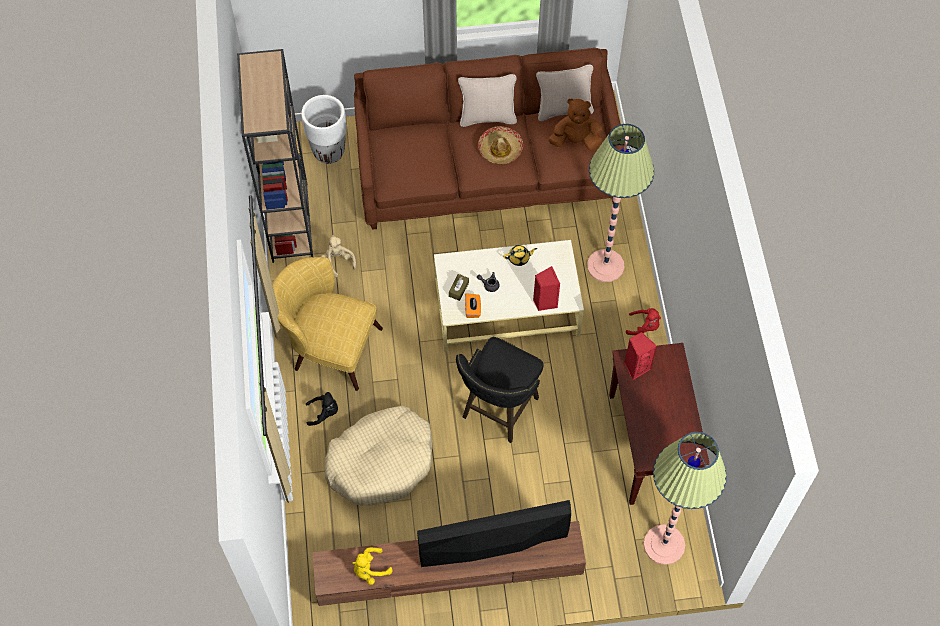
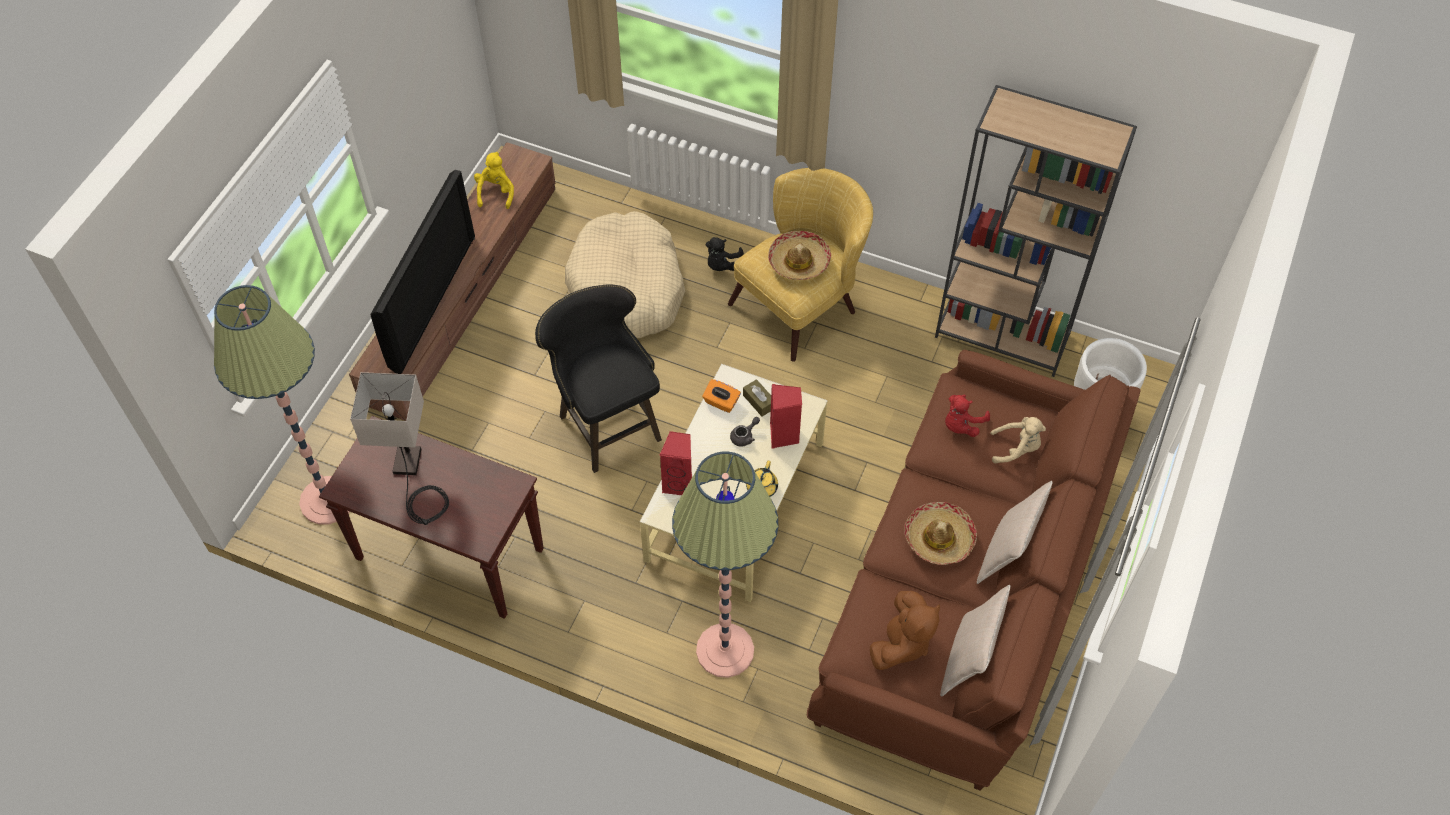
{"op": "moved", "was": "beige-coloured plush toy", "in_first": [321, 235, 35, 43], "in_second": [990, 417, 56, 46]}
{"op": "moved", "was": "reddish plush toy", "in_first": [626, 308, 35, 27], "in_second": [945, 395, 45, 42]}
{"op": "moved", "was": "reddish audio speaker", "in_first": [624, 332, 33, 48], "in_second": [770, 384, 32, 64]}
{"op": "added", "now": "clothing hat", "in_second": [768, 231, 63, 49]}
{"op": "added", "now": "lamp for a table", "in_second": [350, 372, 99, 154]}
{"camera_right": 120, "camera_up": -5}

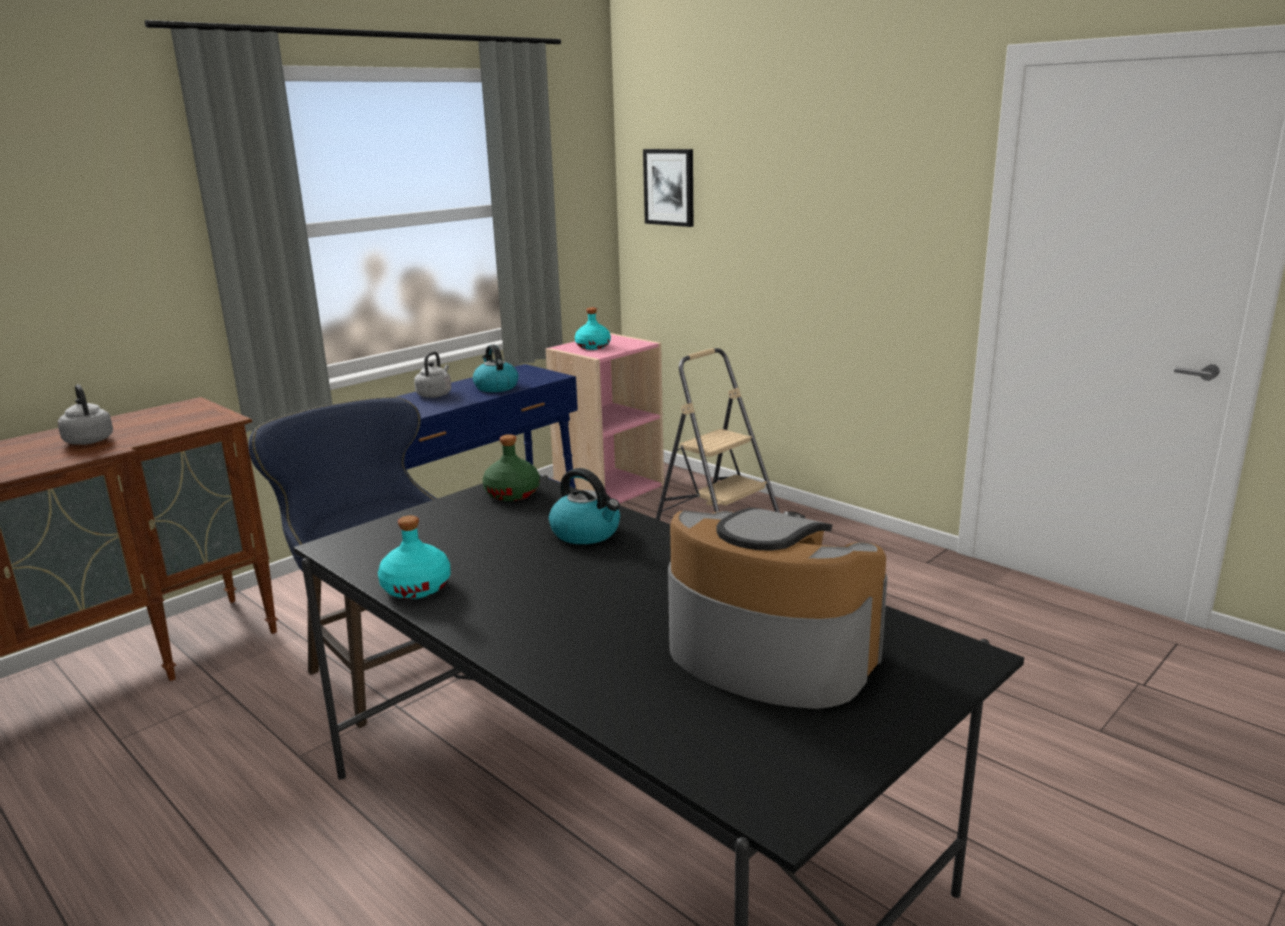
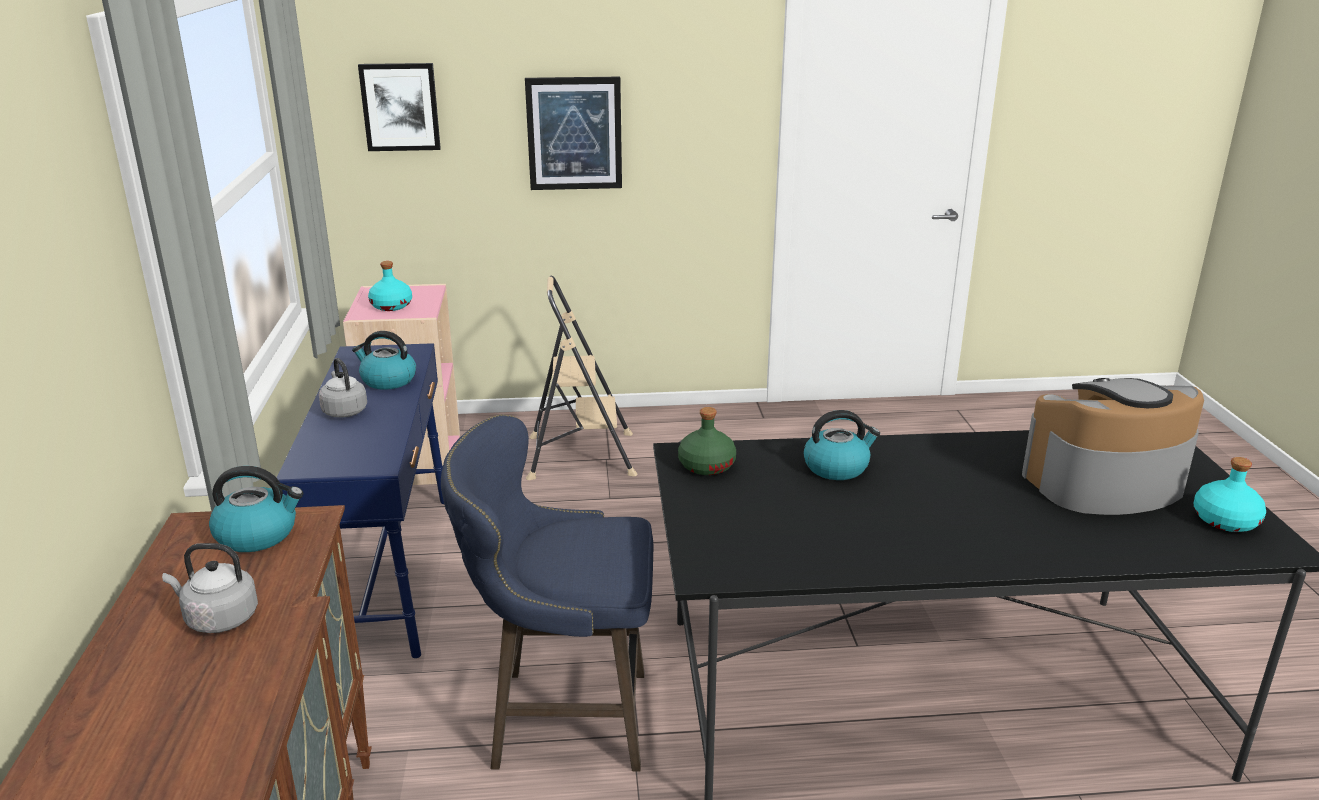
{"op": "moved", "was": "blue-green beverage bottle", "in_first": [378, 515, 73, 84], "in_second": [1193, 457, 73, 75]}
{"op": "added", "now": "wall picture", "in_second": [525, 77, 97, 113]}
{"op": "added", "now": "kettle", "in_second": [209, 466, 94, 86]}
{"camera_right": -50, "camera_up": 5}

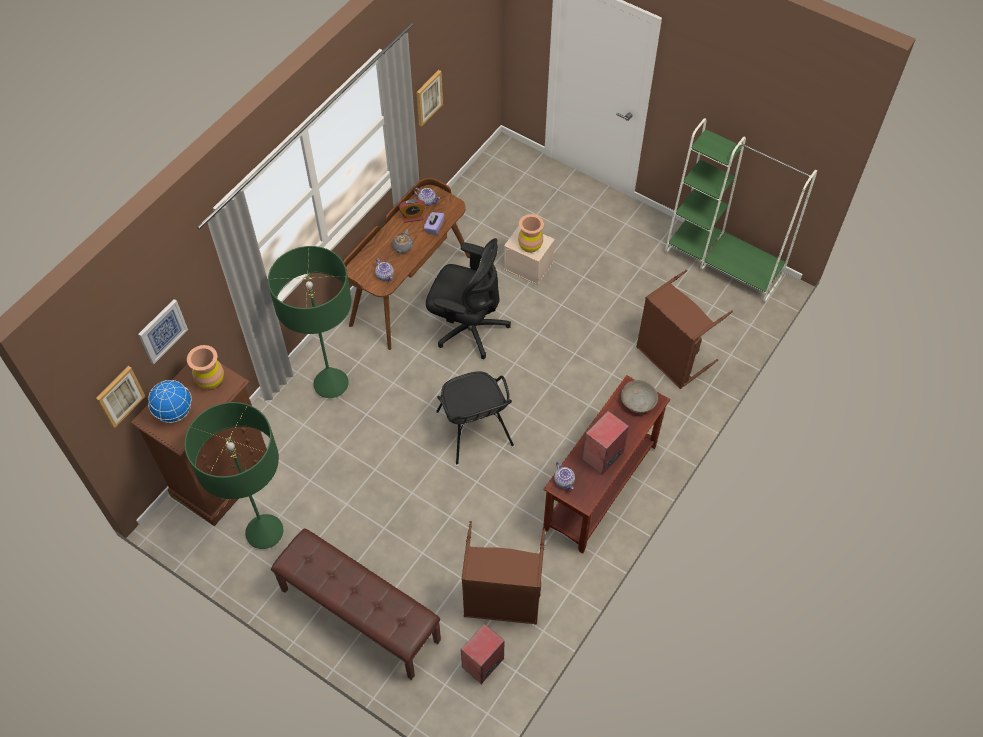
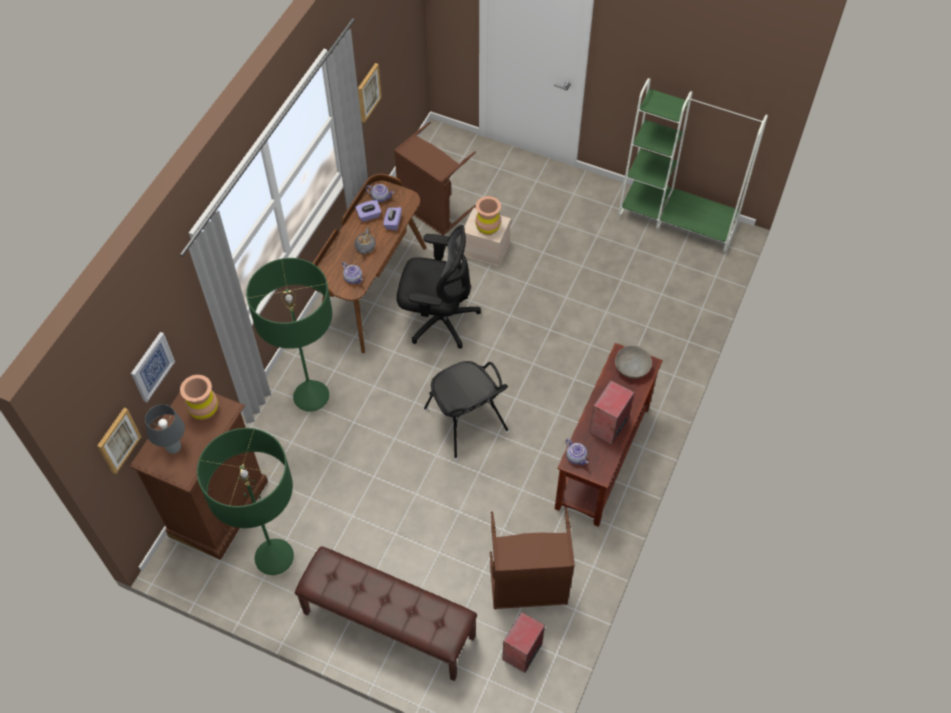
{"op": "replaced", "was": "table clock", "now": "purplish tissue box", "in_first": [399, 199, 26, 24], "in_second": [355, 200, 26, 22]}
{"op": "moved", "was": "brown washing basket", "in_first": [636, 270, 97, 119], "in_second": [394, 122, 82, 114]}
{"op": "replaced", "was": "world globe", "now": "grey lamp for a table", "in_first": [148, 380, 43, 43], "in_second": [145, 404, 40, 50]}
{"camera_right": -10, "camera_up": 0}

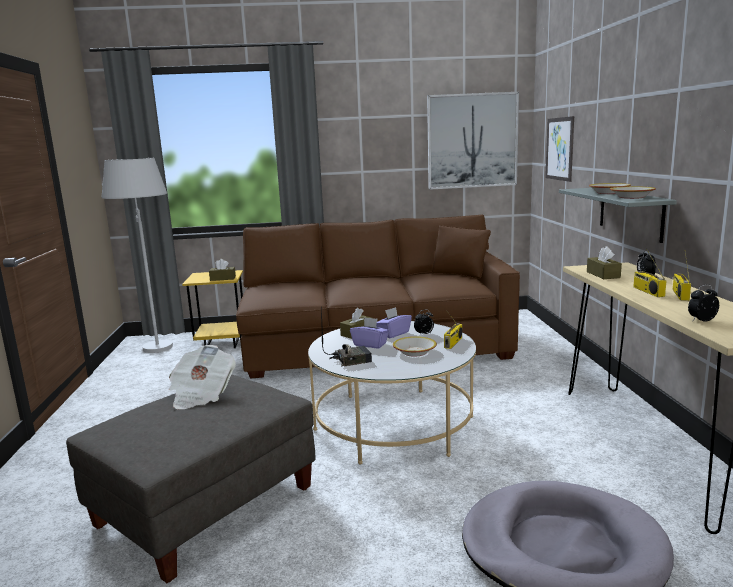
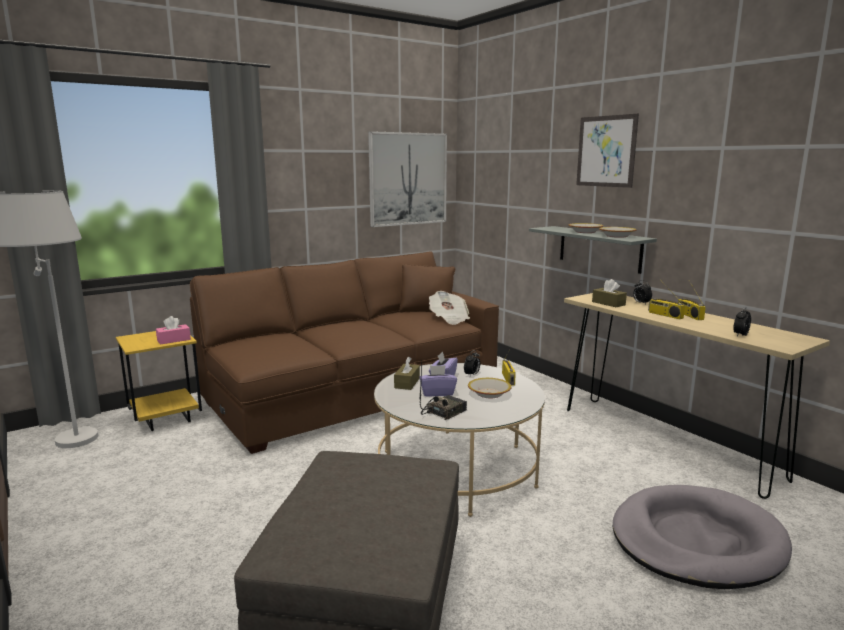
{"op": "moved", "was": "wall picture", "in_first": [545, 116, 29, 66], "in_second": [576, 114, 63, 74]}
{"op": "recoloured", "was": "brown tissue box", "now": "pinkish tissue box", "in_first": [209, 259, 27, 22], "in_second": [156, 316, 35, 29]}
{"op": "moved", "was": "newspaper", "in_first": [169, 345, 67, 64], "in_second": [429, 291, 41, 34]}
{"camera_right": -30, "camera_up": 0}

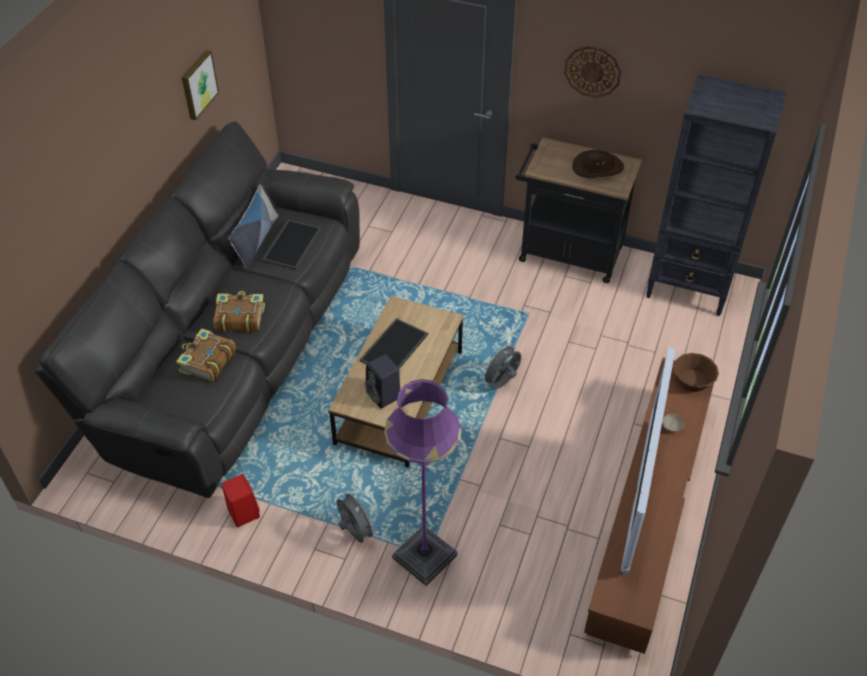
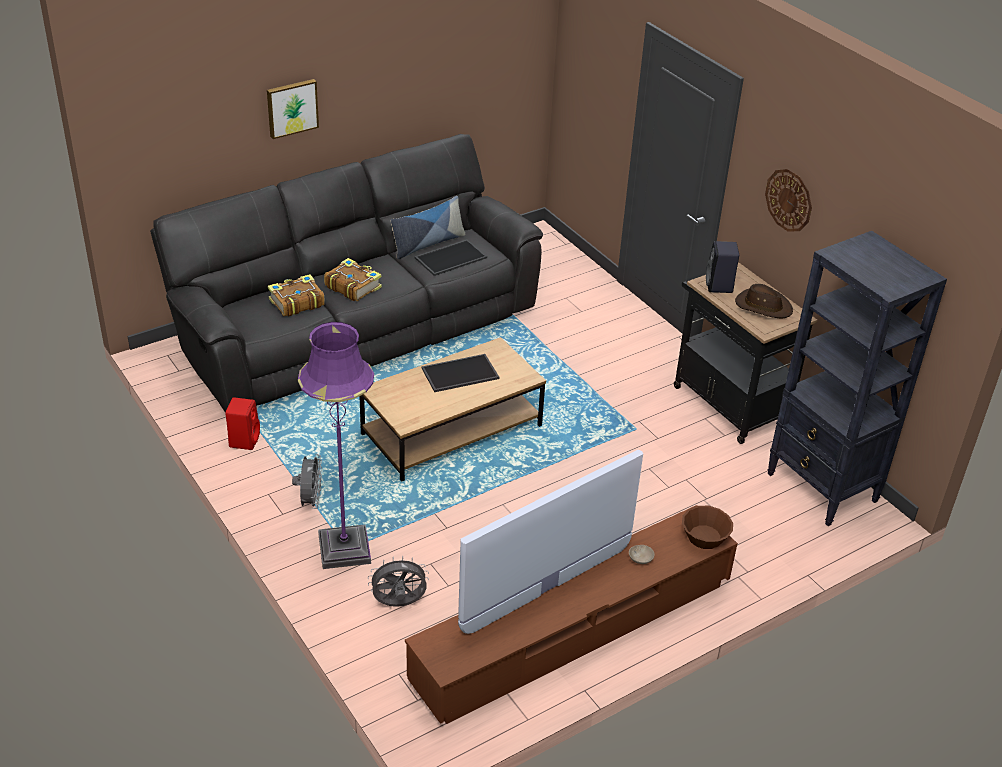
{"op": "moved", "was": "wall picture", "in_first": [182, 50, 37, 70], "in_second": [267, 79, 52, 60]}
{"op": "moved", "was": "grey fan", "in_first": [481, 343, 41, 46], "in_second": [368, 556, 61, 51]}
{"op": "moved", "was": "black audio speaker", "in_first": [365, 354, 35, 55], "in_second": [706, 241, 33, 52]}
{"camera_right": 35, "camera_up": -10}

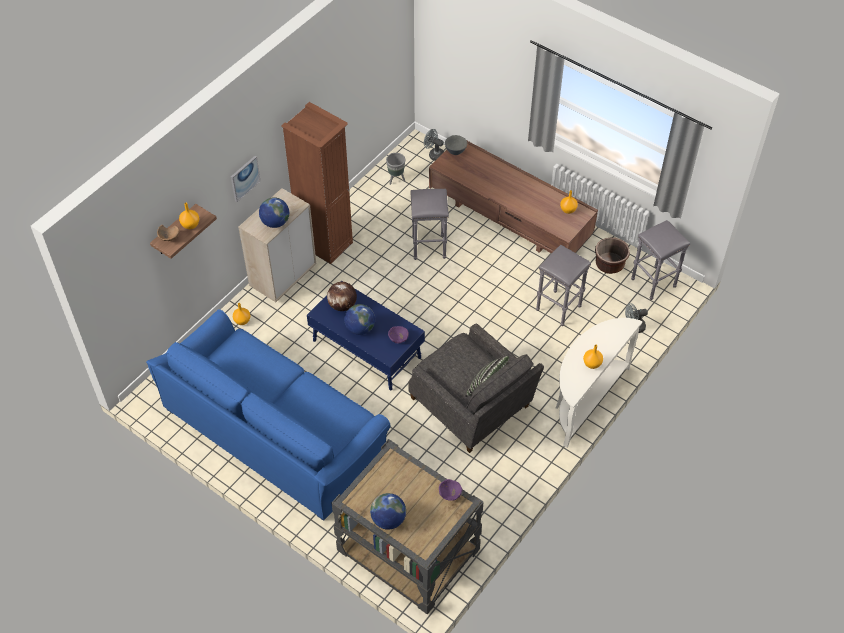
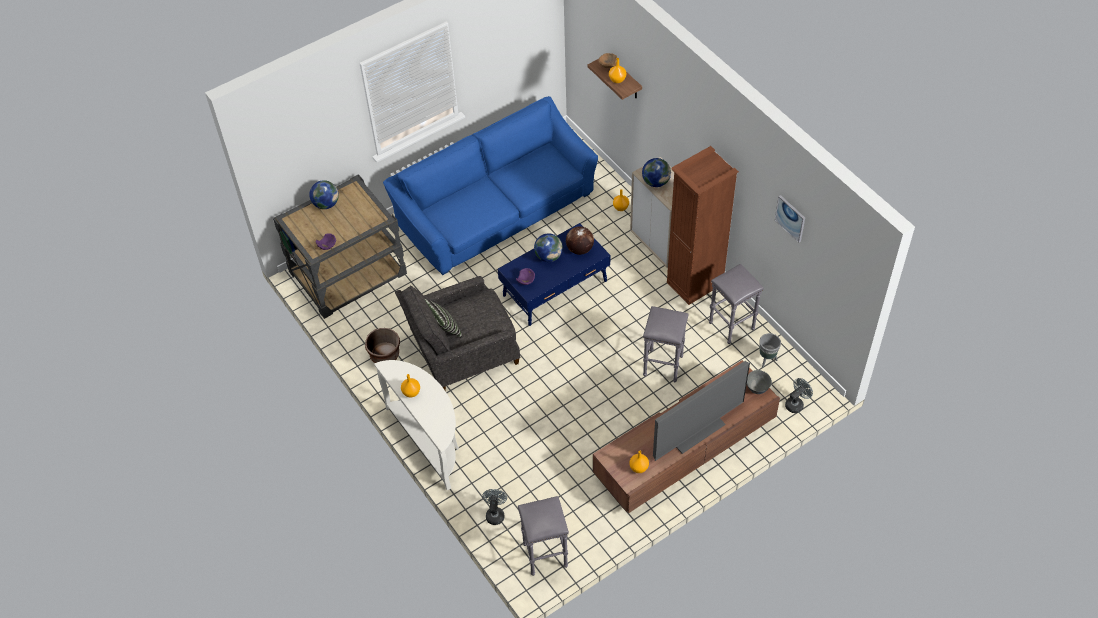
{"op": "moved", "was": "wall picture", "in_first": [231, 156, 30, 46], "in_second": [775, 195, 30, 48]}
{"op": "moved", "was": "brown plant pot", "in_first": [595, 238, 35, 36], "in_second": [365, 328, 35, 35]}
{"op": "moved", "was": "grey stool", "in_first": [536, 245, 55, 81], "in_second": [709, 264, 55, 80]}
{"op": "added", "now": "TV", "in_second": [653, 361, 97, 100]}
{"camera_right": 110, "camera_up": 0}

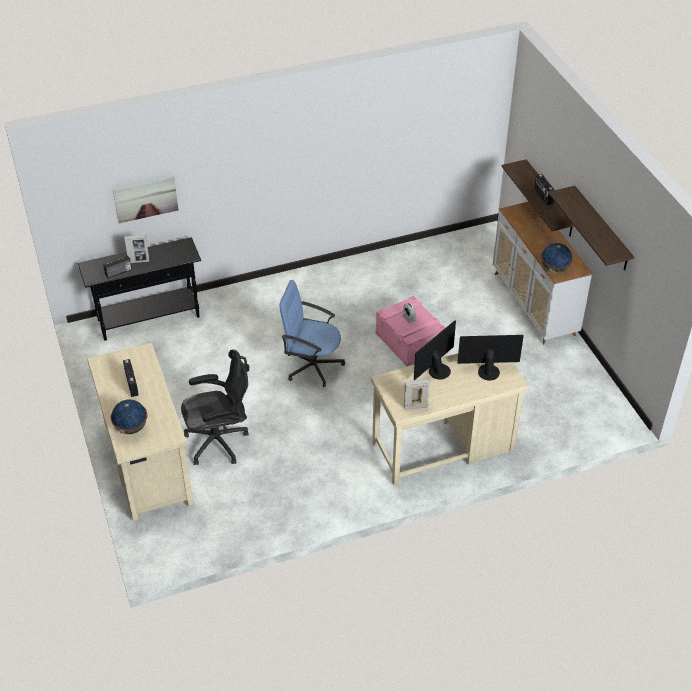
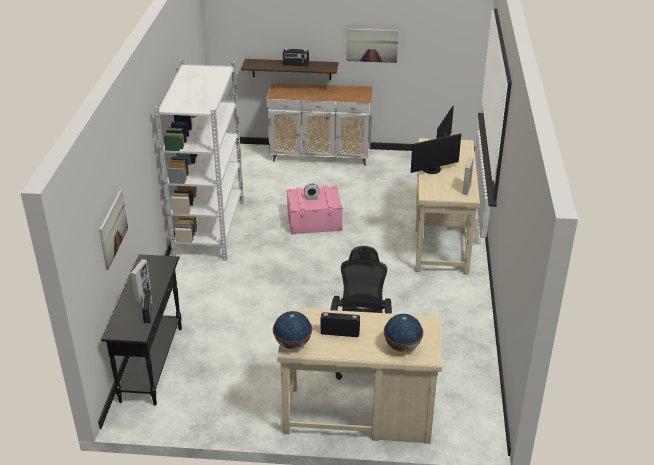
{"op": "replaced", "was": "shelf", "now": "wall picture", "in_first": [548, 186, 86, 85], "in_second": [346, 29, 52, 34]}
{"op": "moved", "was": "world globe", "in_first": [541, 243, 32, 30], "in_second": [273, 311, 39, 38]}
{"op": "removed", "was": "blue office chair", "in_first": [280, 280, 65, 107]}
{"op": "turned", "was": "monitor", "in_first": [414, 321, 42, 59], "in_second": [411, 134, 50, 40], "clockwise": -90}
{"op": "added", "now": "white shelving unit", "in_second": [154, 59, 90, 202]}
{"camera_right": -65, "camera_up": -10}

